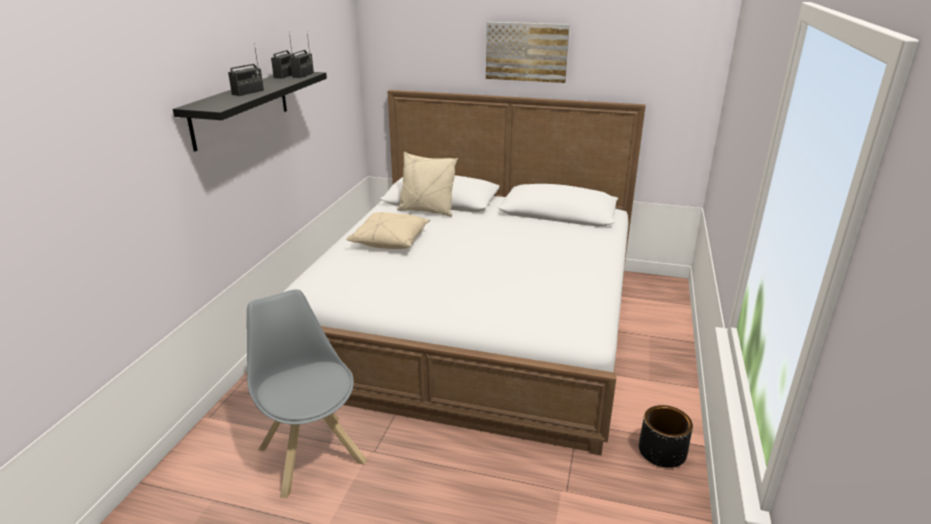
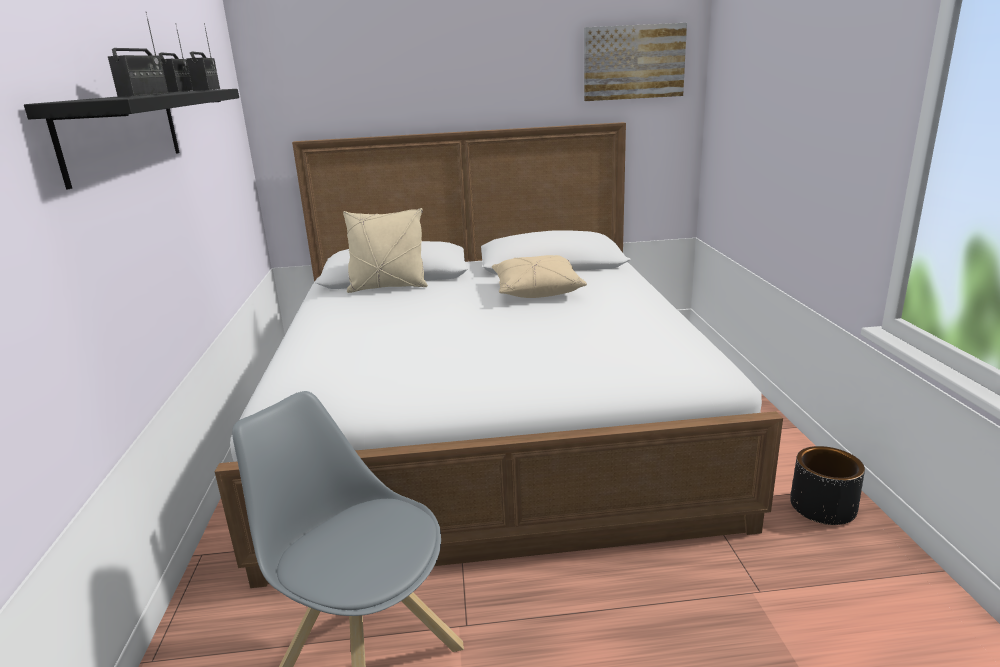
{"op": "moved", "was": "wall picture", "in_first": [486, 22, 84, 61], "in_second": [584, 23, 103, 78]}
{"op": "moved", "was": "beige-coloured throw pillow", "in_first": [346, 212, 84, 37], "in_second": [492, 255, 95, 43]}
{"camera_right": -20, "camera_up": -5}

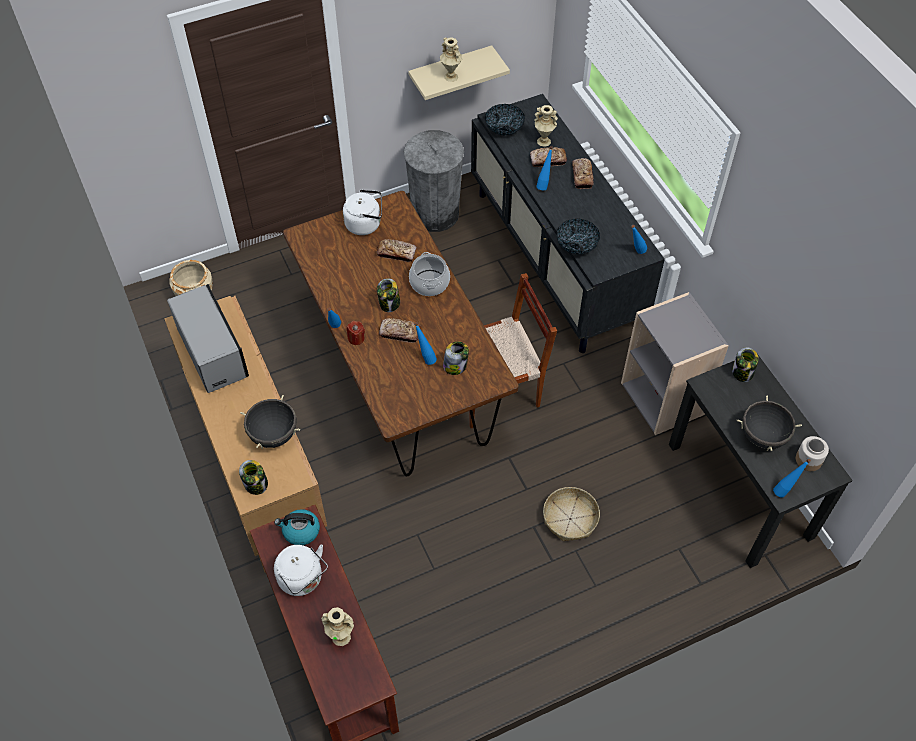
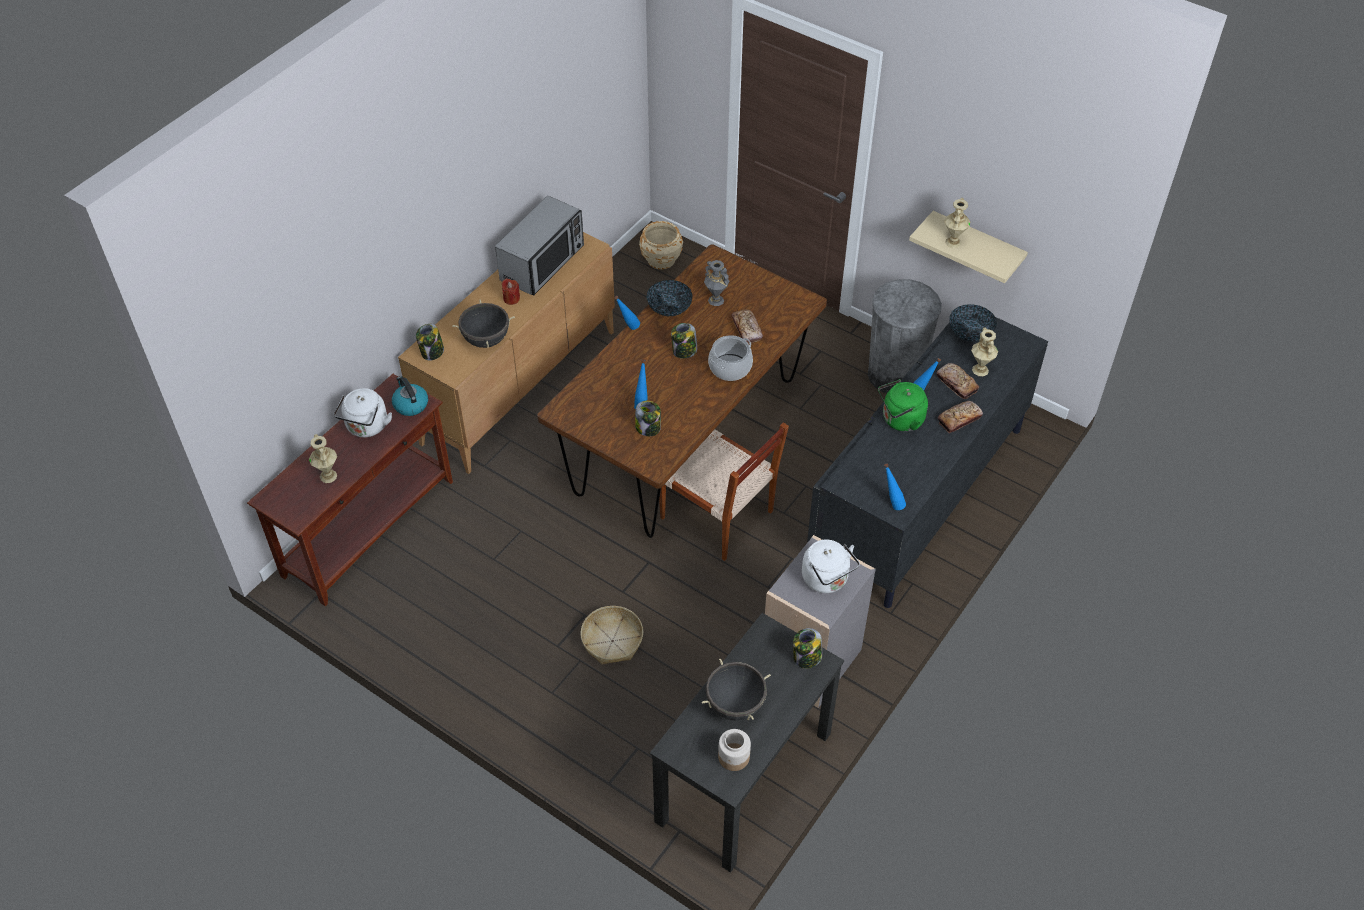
{"op": "moved", "was": "white kettle", "in_first": [343, 189, 39, 46], "in_second": [802, 539, 58, 54]}
{"op": "moved", "was": "bowl", "in_first": [557, 219, 43, 35], "in_second": [646, 280, 46, 36]}
{"op": "removed", "was": "baked bread", "in_first": [379, 318, 42, 25]}
{"op": "moved", "was": "reddish wax candle", "in_first": [347, 321, 18, 24], "in_second": [502, 279, 18, 26]}
{"op": "removed", "was": "blue beverage bottle", "in_first": [773, 459, 38, 39]}
{"op": "added", "now": "grey vase", "in_second": [704, 260, 25, 46]}
{"op": "added", "now": "greenish kettle", "in_second": [878, 379, 50, 53]}
{"camera_right": 60, "camera_up": -5}

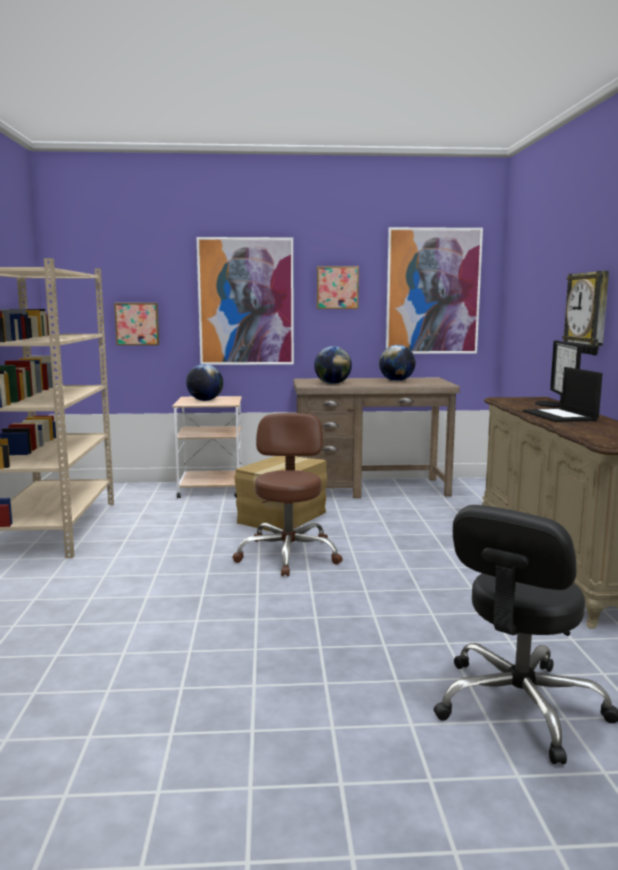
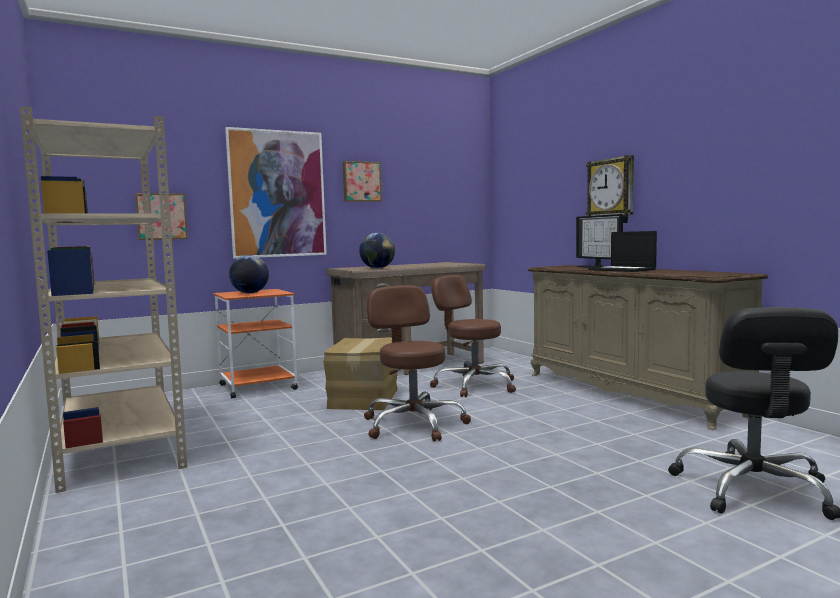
{"op": "removed", "was": "wall picture", "in_first": [386, 227, 97, 127]}
{"op": "removed", "was": "world globe", "in_first": [379, 345, 37, 36]}
{"op": "recoloured", "was": "beige-coloured cart", "now": "orange cart", "in_first": [172, 396, 70, 102], "in_second": [213, 289, 85, 110]}
{"op": "added", "now": "brown office chair", "in_second": [430, 275, 86, 122]}
{"camera_right": -25, "camera_up": -5}

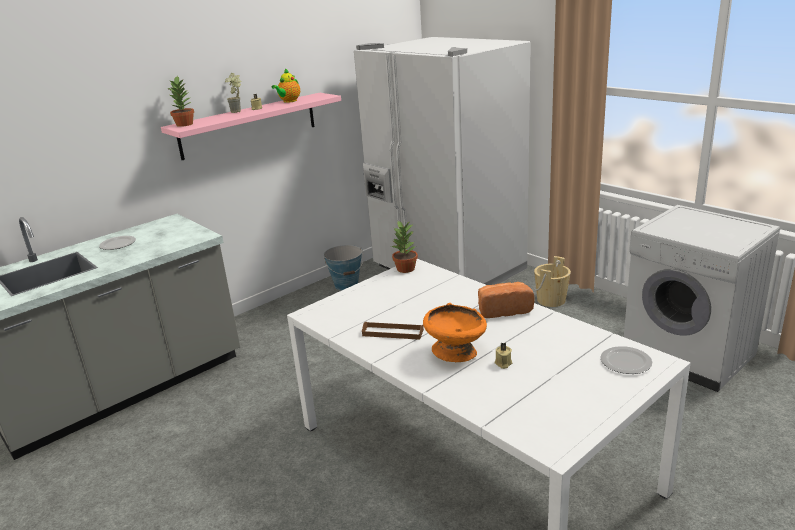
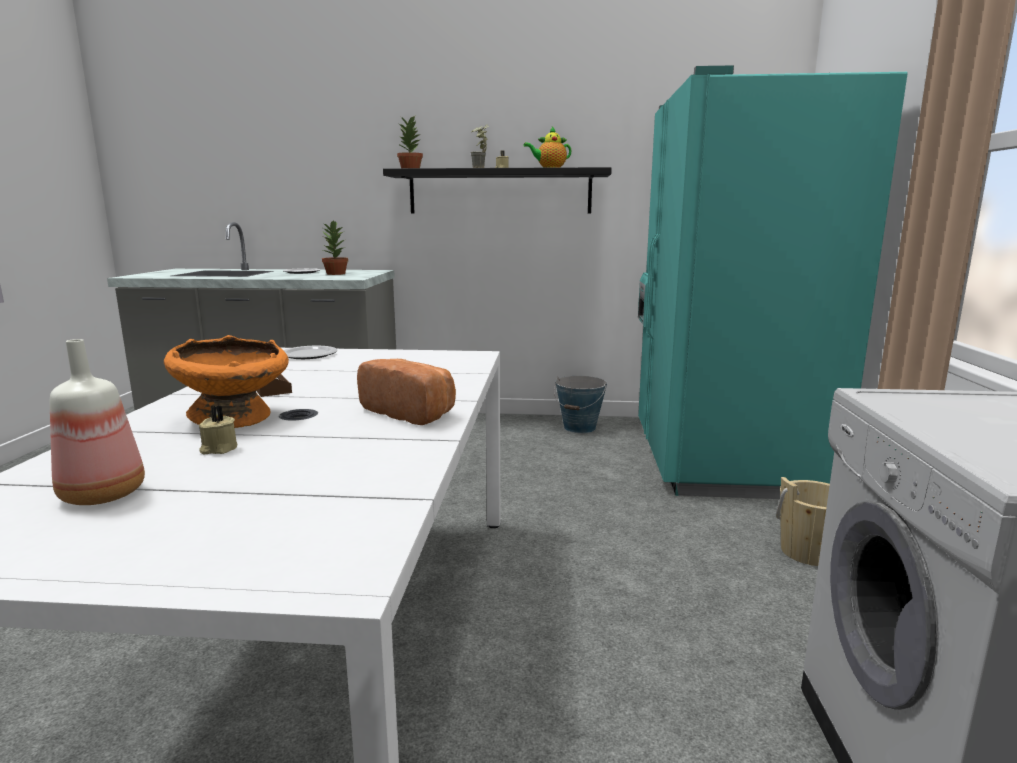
{"op": "recoloured", "was": "white kitchen fridge", "now": "blue-green kitchen fridge", "in_first": [354, 37, 177, 248], "in_second": [638, 65, 270, 434]}
{"op": "recoloured", "was": "pinkish shelf", "now": "black shelf", "in_first": [161, 93, 180, 67], "in_second": [383, 167, 229, 46]}
{"op": "moved", "was": "houseplant", "in_first": [391, 221, 27, 52], "in_second": [322, 220, 26, 55]}
{"op": "moved", "was": "plate", "in_first": [600, 346, 52, 28], "in_second": [283, 346, 54, 13]}
{"op": "added", "now": "beverage bottle", "in_second": [50, 339, 95, 166]}
{"camera_right": 45, "camera_up": -10}

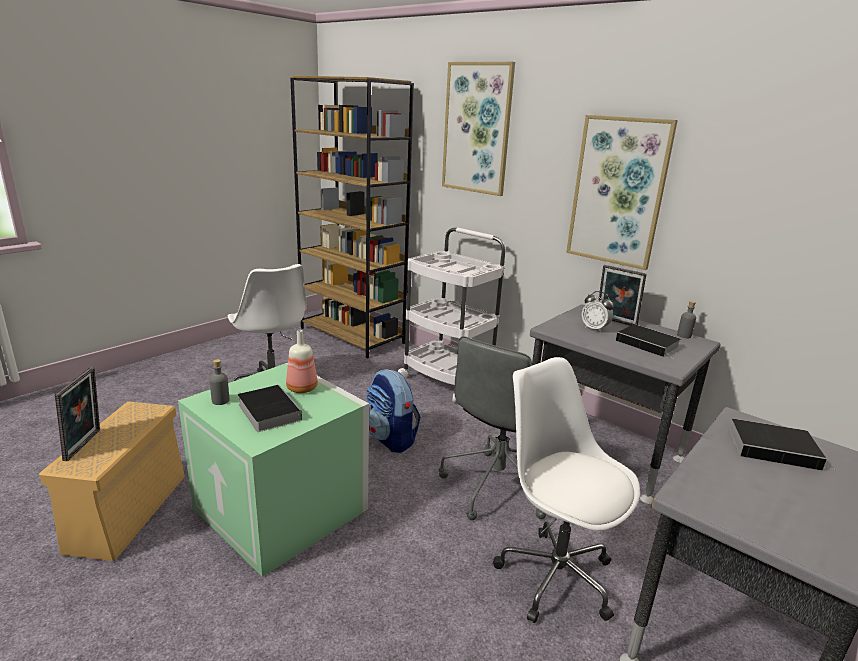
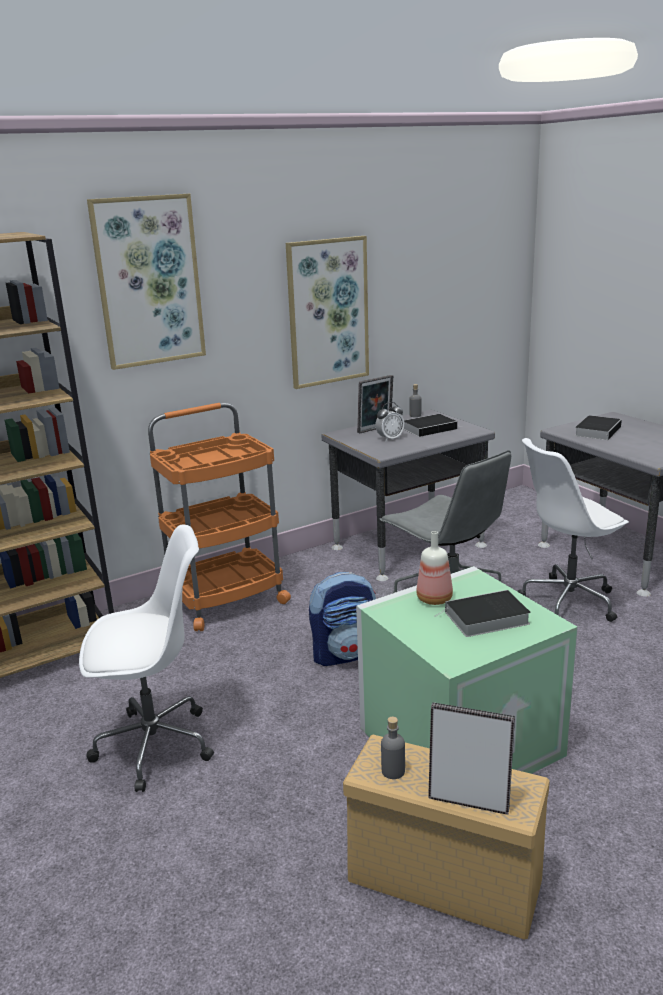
{"op": "recoloured", "was": "white cart", "now": "orange cart", "in_first": [398, 228, 107, 175], "in_second": [148, 403, 143, 228]}
{"op": "moved", "was": "grey beverage bottle", "in_first": [209, 359, 20, 46], "in_second": [381, 717, 24, 62]}
{"camera_right": -70, "camera_up": 0}

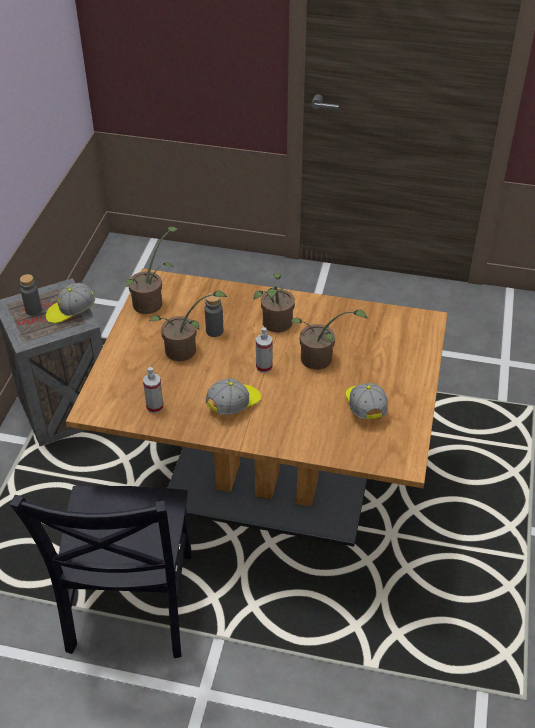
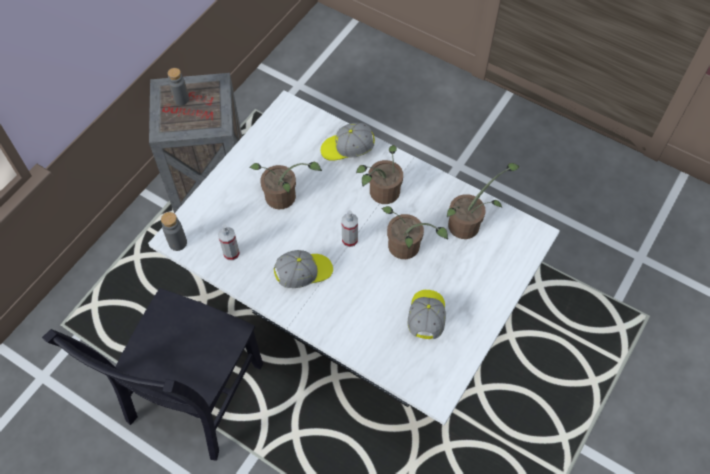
{"op": "moved", "was": "houseplant", "in_first": [126, 227, 52, 87], "in_second": [447, 163, 72, 76]}
{"op": "recoloured", "was": "brown dinner table", "now": "white dinner table", "in_first": [66, 268, 381, 279], "in_second": [148, 90, 412, 335]}
{"op": "moved", "was": "baseball cap", "in_first": [46, 283, 49, 40], "in_second": [321, 123, 54, 38]}
{"op": "moved", "was": "grey beverage bottle", "in_first": [205, 292, 18, 45], "in_second": [161, 212, 26, 39]}
{"camera_right": 20, "camera_up": 15}

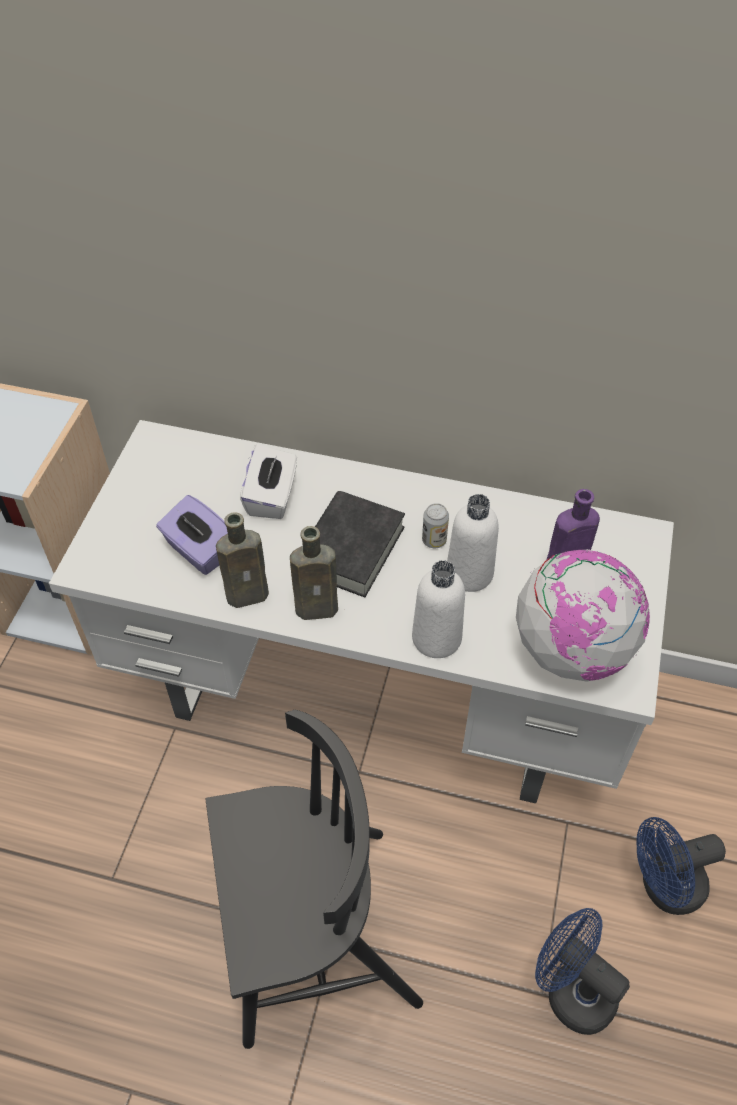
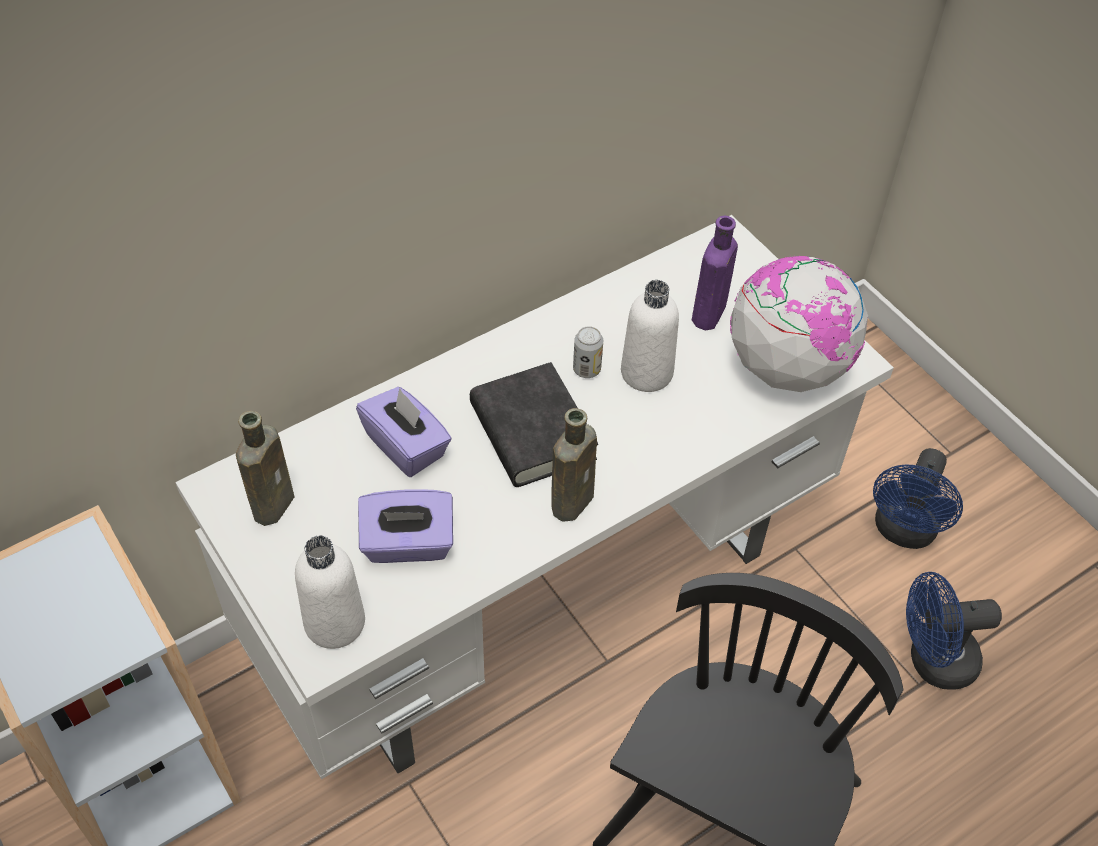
{"op": "recoloured", "was": "white tissue box", "now": "purplish tissue box", "in_first": [240, 444, 57, 75], "in_second": [356, 387, 96, 90]}
{"op": "moved", "was": "brown beverage bottle", "in_first": [216, 512, 53, 96], "in_second": [236, 411, 59, 115]}
{"op": "moved", "was": "white beverage bottle", "in_first": [412, 560, 53, 98], "in_second": [295, 535, 70, 114]}
{"camera_right": -50, "camera_up": 0}

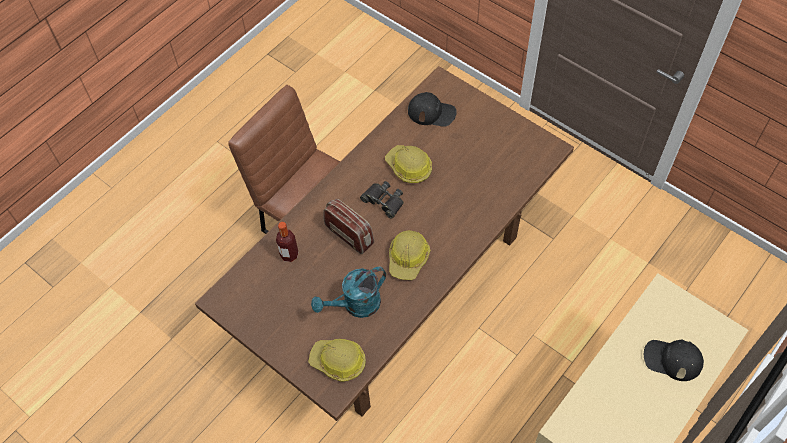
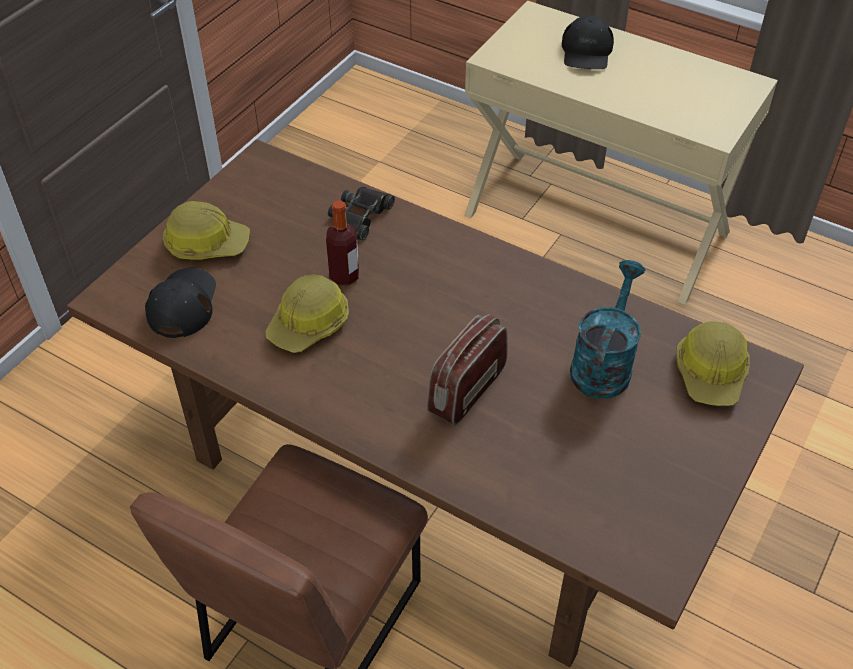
{"op": "moved", "was": "black binoculars", "in_first": [360, 181, 44, 38], "in_second": [328, 187, 67, 54]}
{"op": "moved", "was": "beverage bottle", "in_first": [276, 222, 22, 40], "in_second": [326, 201, 33, 84]}
{"op": "moved", "was": "hard hat", "in_first": [389, 230, 41, 50], "in_second": [163, 201, 87, 59]}
{"op": "turned", "was": "blue-green watering pot", "in_first": [311, 267, 75, 51], "in_second": [570, 260, 76, 139], "clockwise": -120}
{"camera_right": -100, "camera_up": -10}

